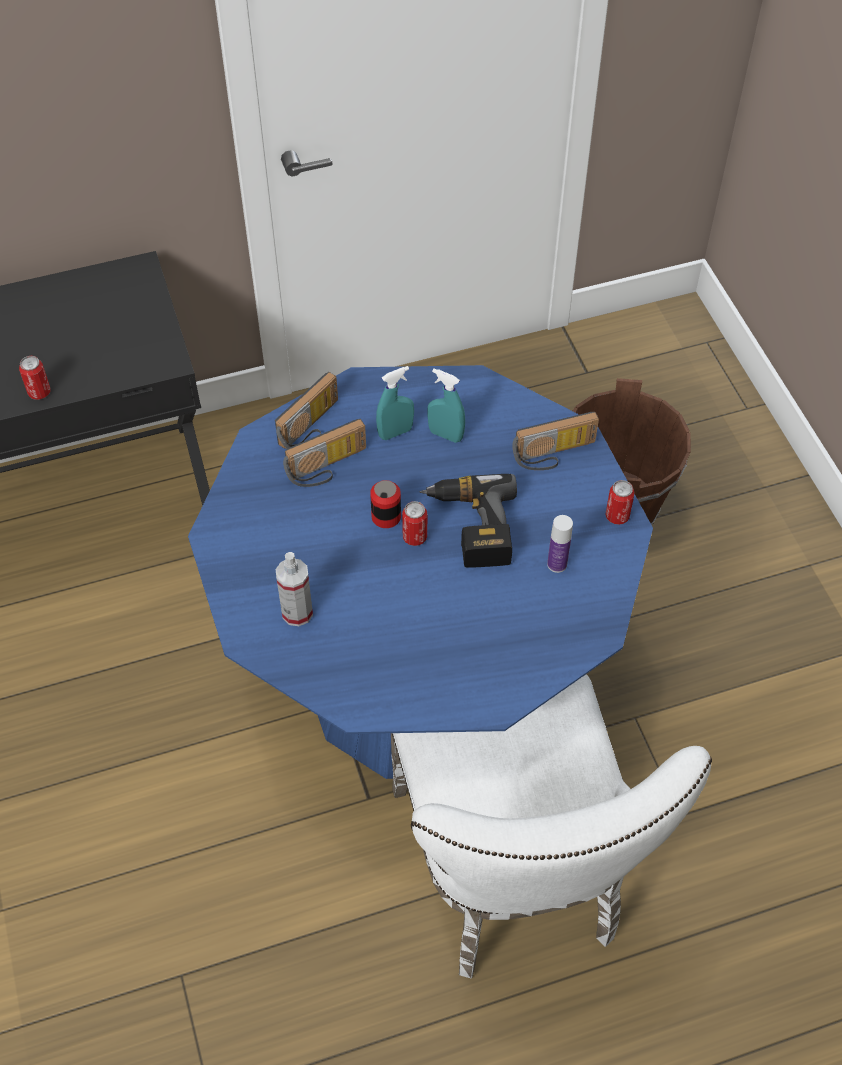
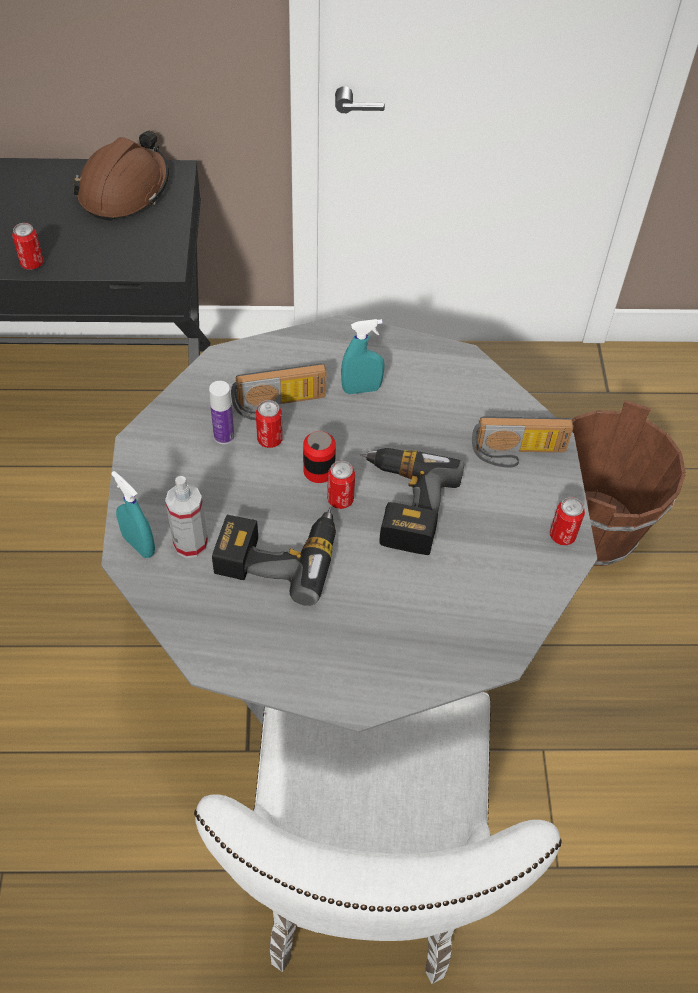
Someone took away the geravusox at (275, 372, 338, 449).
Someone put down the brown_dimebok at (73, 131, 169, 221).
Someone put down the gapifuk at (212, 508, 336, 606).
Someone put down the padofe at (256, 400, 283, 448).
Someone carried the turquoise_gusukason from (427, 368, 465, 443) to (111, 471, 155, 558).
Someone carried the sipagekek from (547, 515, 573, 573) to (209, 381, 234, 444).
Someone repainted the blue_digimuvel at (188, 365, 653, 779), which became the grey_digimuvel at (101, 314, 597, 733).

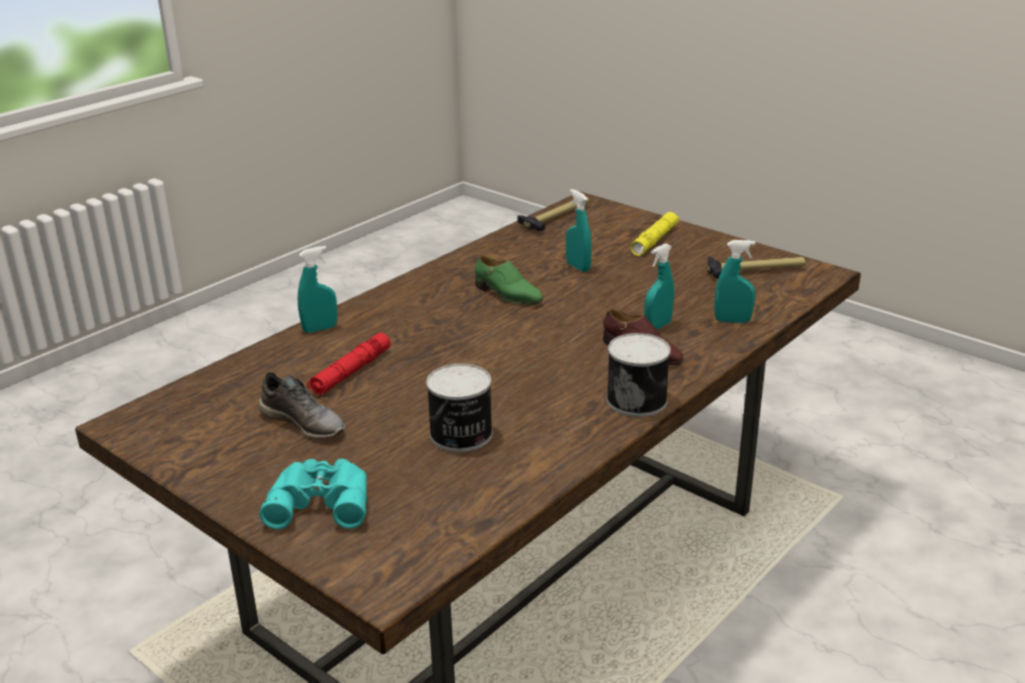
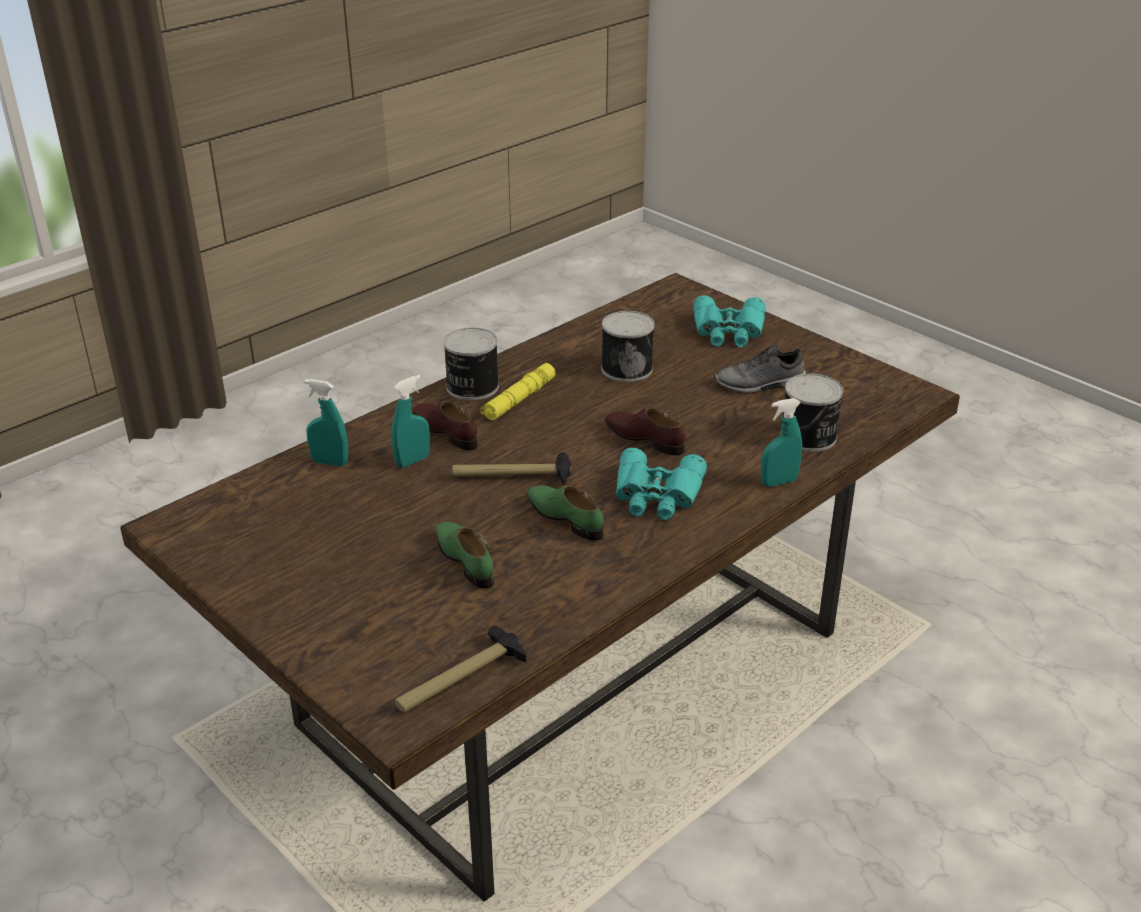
Someone took away the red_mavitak at (307, 333, 391, 395).
Someone put down the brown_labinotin at (605, 407, 685, 455).
Someone put down the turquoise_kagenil at (616, 448, 707, 520).
Someone put down the padofe at (780, 373, 843, 452).
Someone carried the yellow_mavitak from (630, 212, 679, 256) to (480, 363, 556, 421).
Someone carried the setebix from (707, 256, 806, 279) to (452, 452, 571, 485).
Someone swapped the turquoise_gusukason at (566, 189, 592, 272) for the green_labinotin at (436, 522, 494, 588).
Someone rotated the grey_labinotin at (259, 372, 345, 439) by 45 degrees counterclockwise.

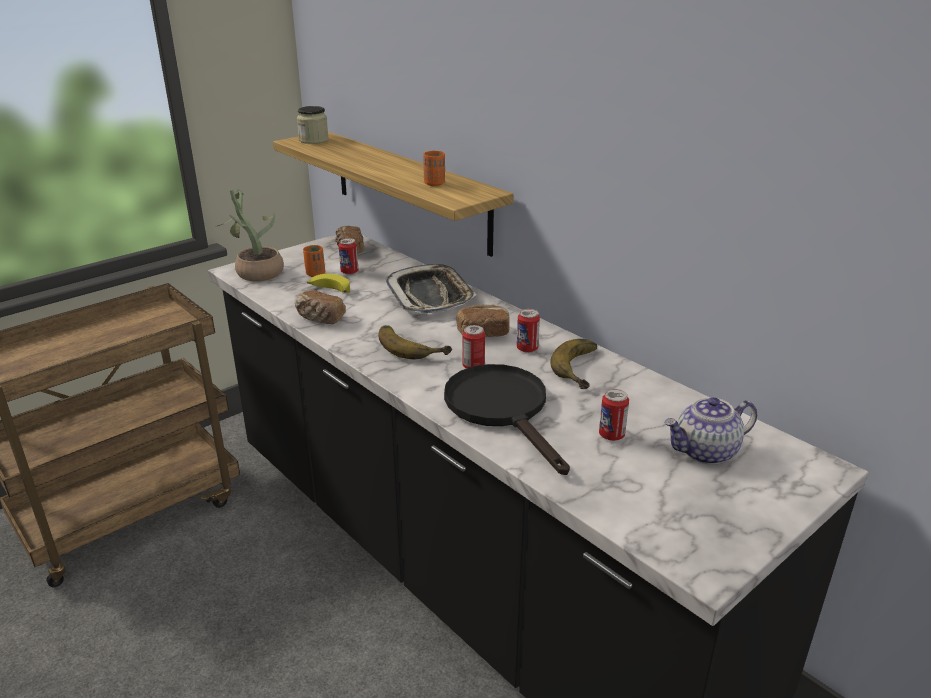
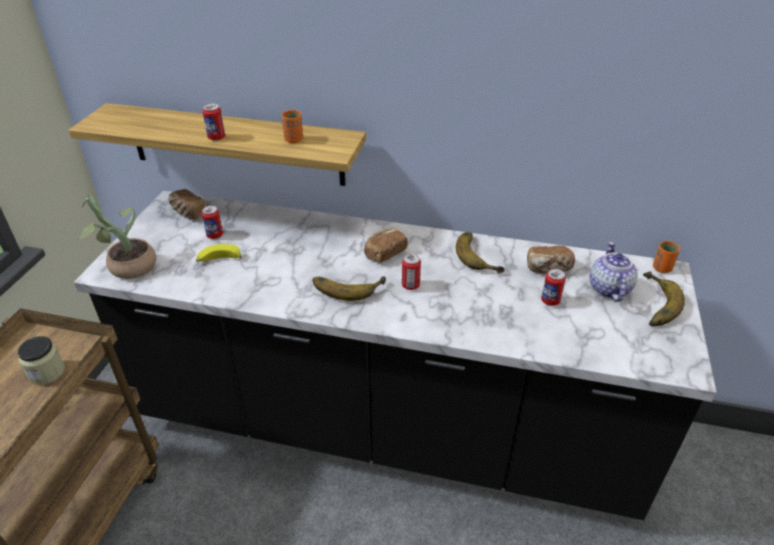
Someone took away the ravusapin at (385, 264, 477, 315).
Someone took away the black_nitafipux at (444, 364, 570, 475).
Someone put down the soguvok at (643, 272, 685, 327).
Someone carried the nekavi from (295, 290, 346, 324) to (527, 245, 575, 274).
Someone carried the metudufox from (297, 106, 329, 144) to (17, 336, 65, 385).
Someone carried the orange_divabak from (303, 245, 325, 277) to (653, 241, 680, 273).
Someone carried the padofe from (517, 309, 540, 353) to (202, 104, 225, 141).
Someone rotated the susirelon at (664, 397, 757, 465) by 150 degrees clockwise.

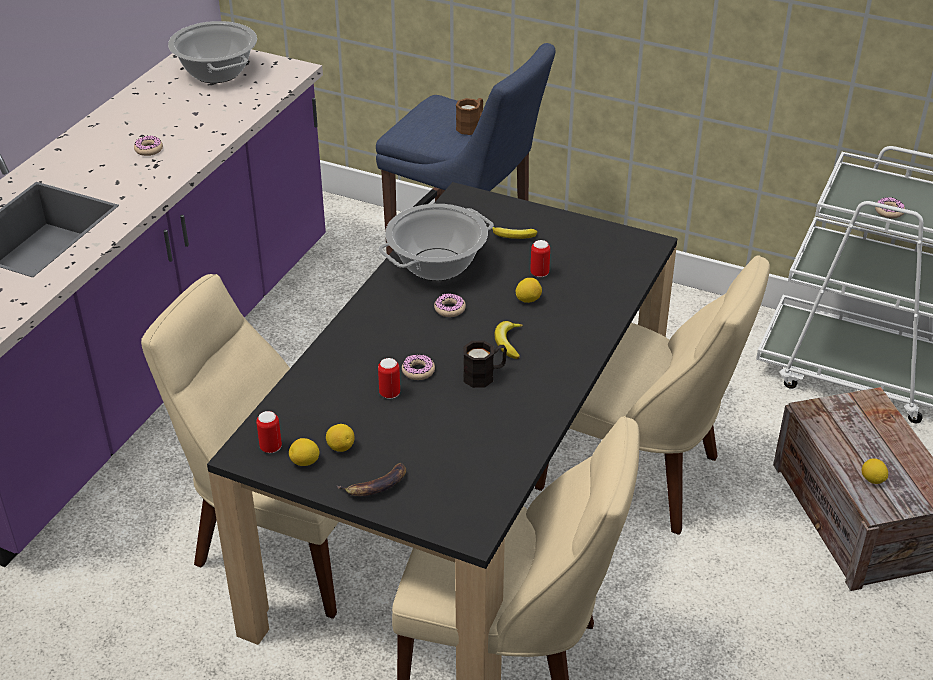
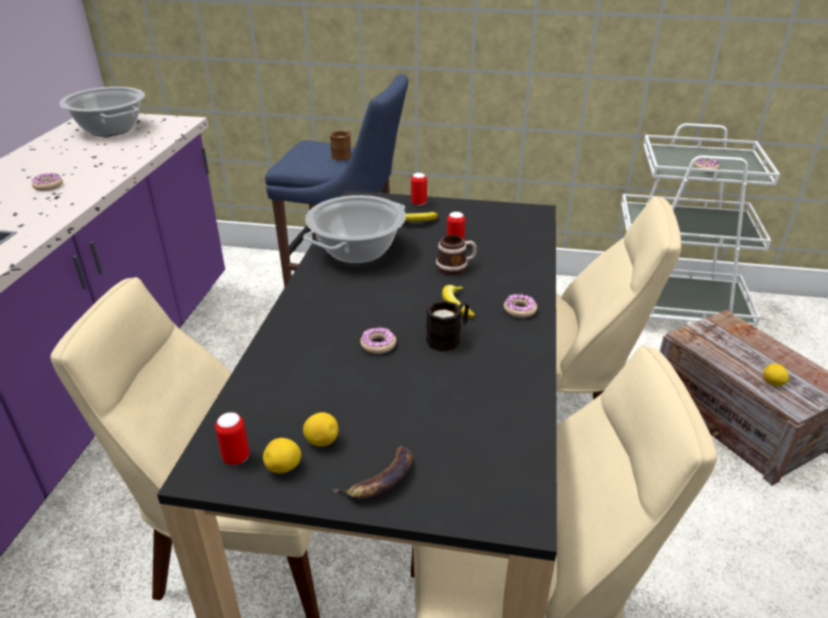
Someone carried the padofe from (378, 358, 400, 399) to (411, 173, 427, 206).
Someone carried the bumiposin from (434, 293, 466, 317) to (504, 294, 537, 318).
Someone swapped the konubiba at (515, 278, 542, 303) for the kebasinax at (436, 235, 476, 275).

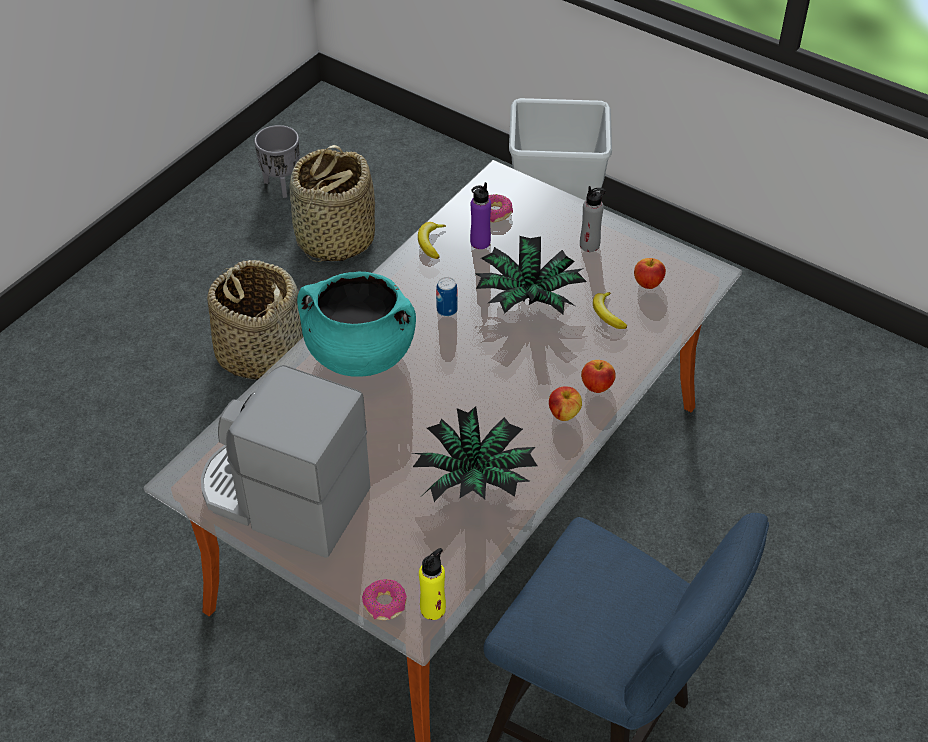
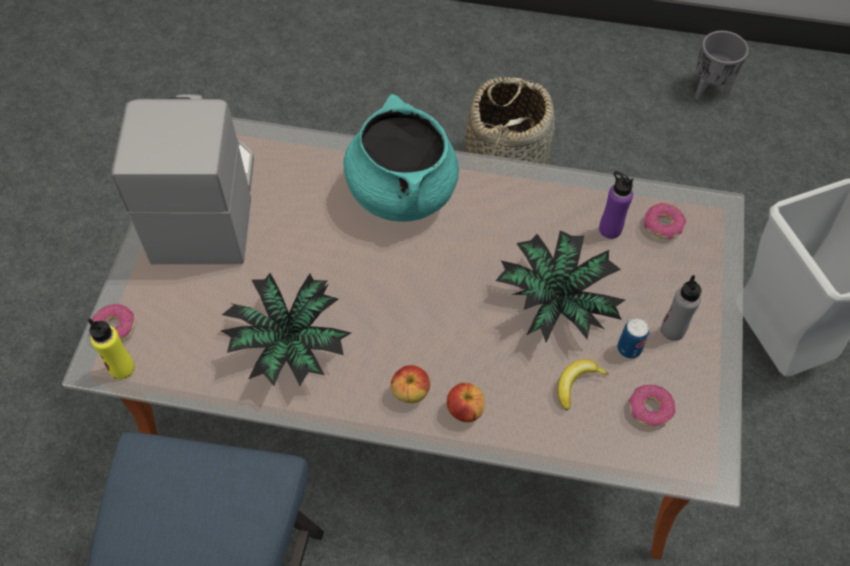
Someone took away the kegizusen at (290, 145, 375, 262).
Someone took away the soguvok at (418, 222, 446, 259).
Someone carried the padofe from (436, 277, 458, 317) to (617, 318, 649, 359).
Someone swapped the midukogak at (634, 258, 666, 289) for the bumiposin at (629, 384, 675, 428).

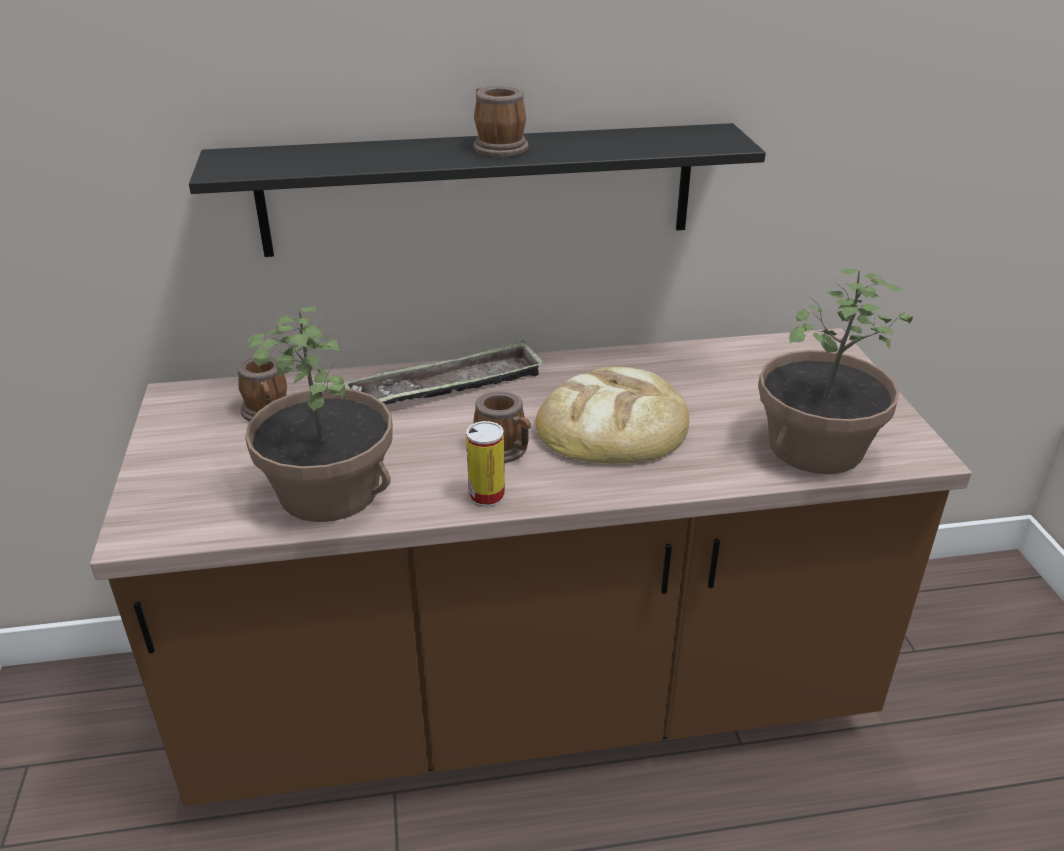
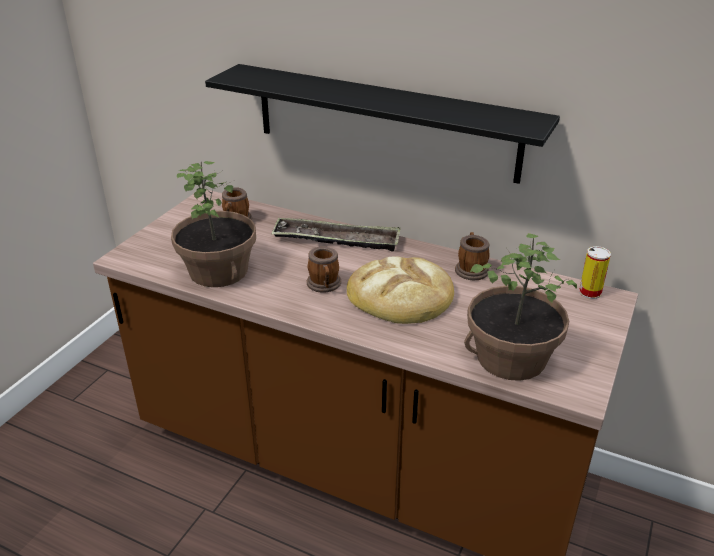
Someone carried the padofe from (466, 421, 505, 507) to (579, 246, 611, 299).
Someone carried the kebasinax from (473, 86, 529, 157) to (455, 232, 490, 280).

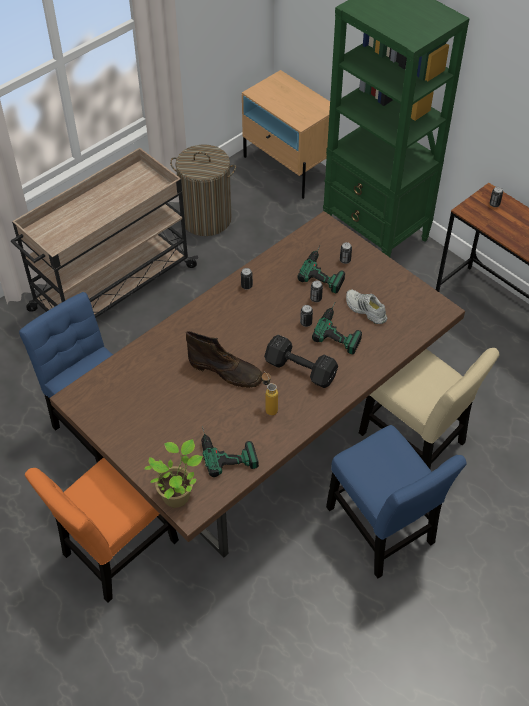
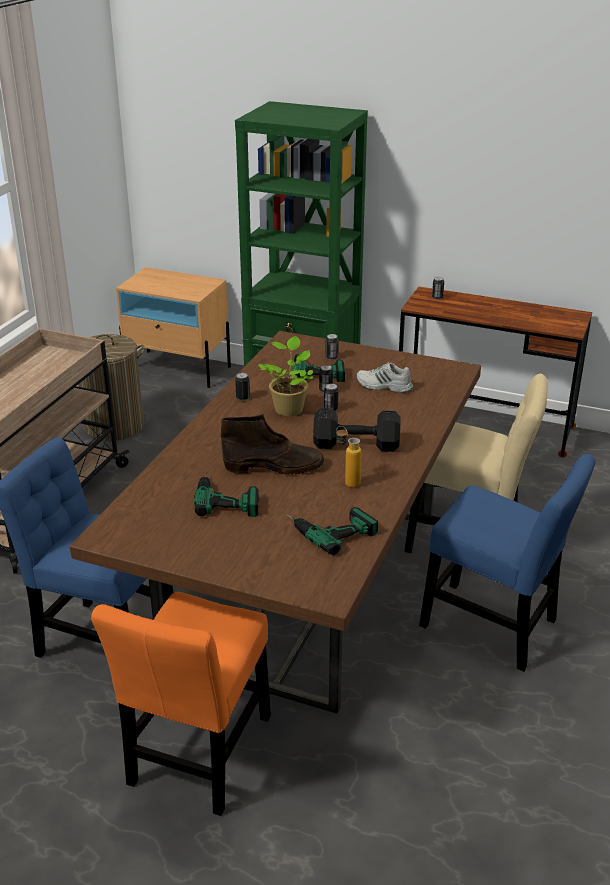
Someone carried the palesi from (145, 439, 203, 508) to (258, 336, 313, 416).
Someone carried the gapifuk from (312, 303, 362, 354) to (194, 471, 259, 517).

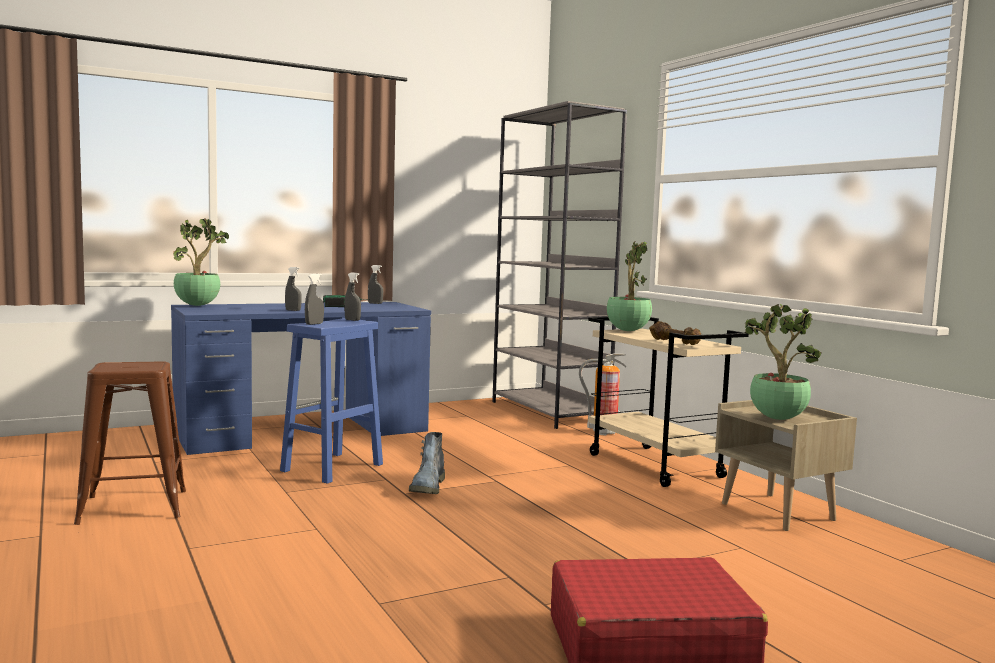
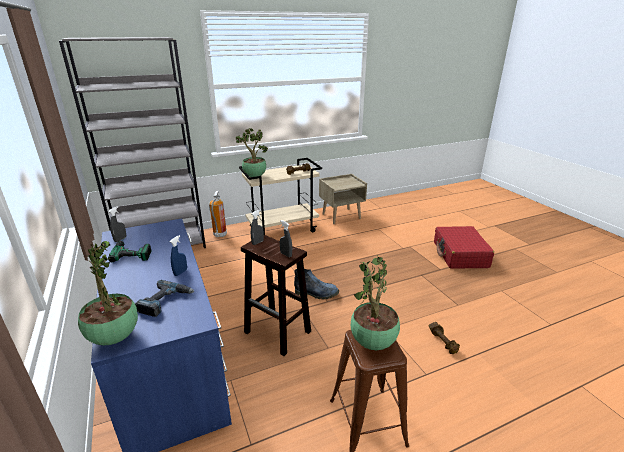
Someone put down the gapifuk at (135, 280, 194, 317).
Someone put down the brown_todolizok at (428, 322, 460, 354).
Someone carried the palesi from (745, 304, 822, 420) to (351, 255, 400, 350).
Someone repainted the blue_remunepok at (280, 318, 383, 484), which became the brown_remunepok at (241, 235, 311, 356).
Someone repainted the grey_gusukason at (285, 267, 302, 311), which became the blue_gusukason at (170, 235, 187, 276).

